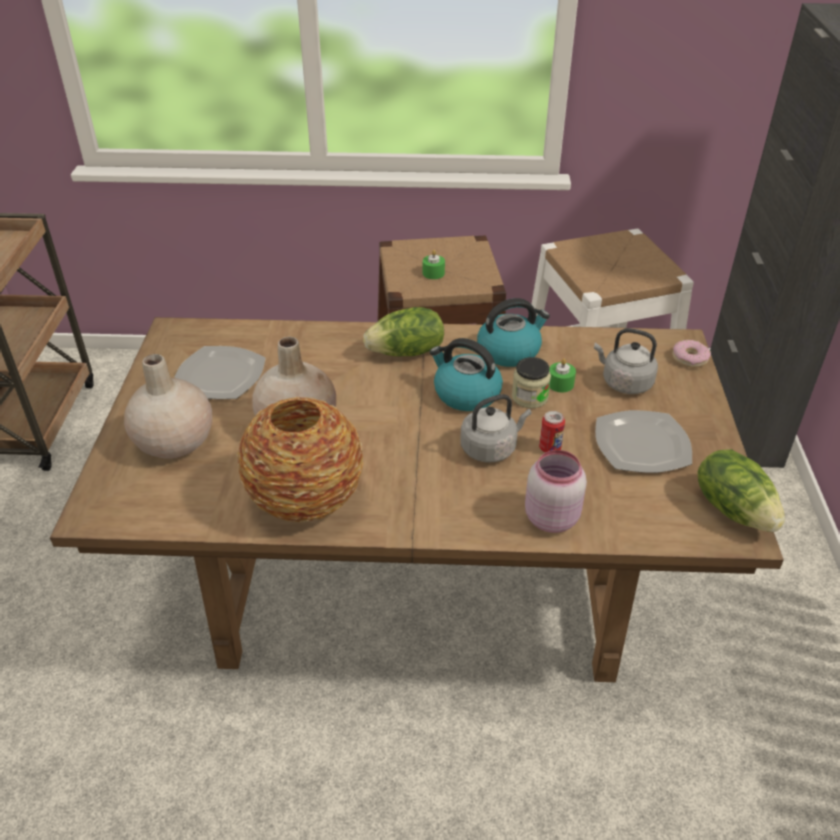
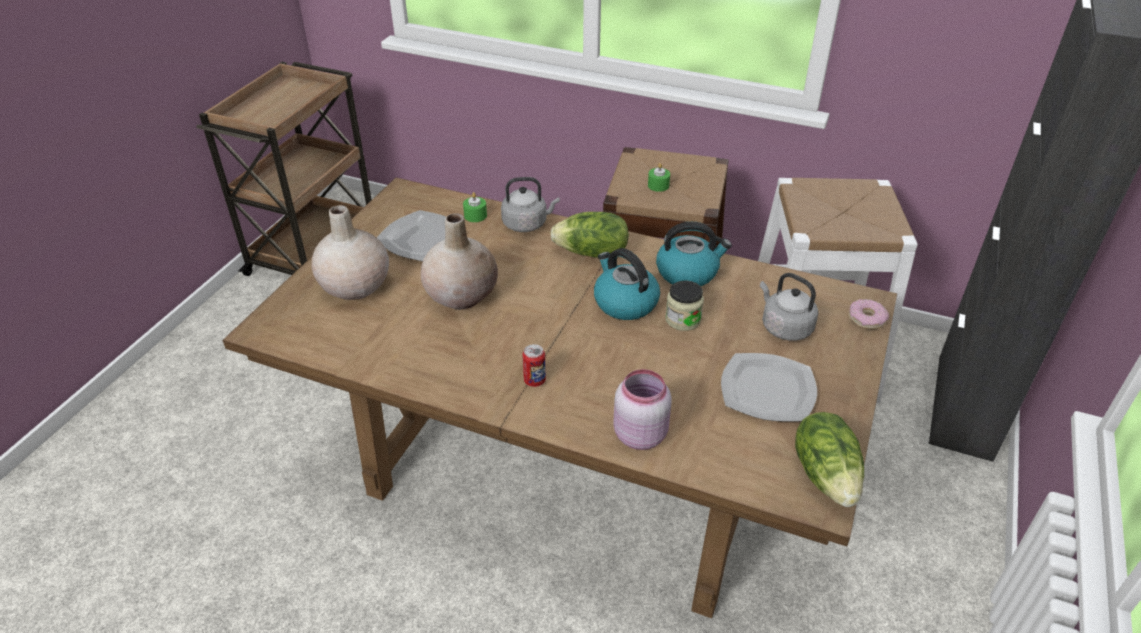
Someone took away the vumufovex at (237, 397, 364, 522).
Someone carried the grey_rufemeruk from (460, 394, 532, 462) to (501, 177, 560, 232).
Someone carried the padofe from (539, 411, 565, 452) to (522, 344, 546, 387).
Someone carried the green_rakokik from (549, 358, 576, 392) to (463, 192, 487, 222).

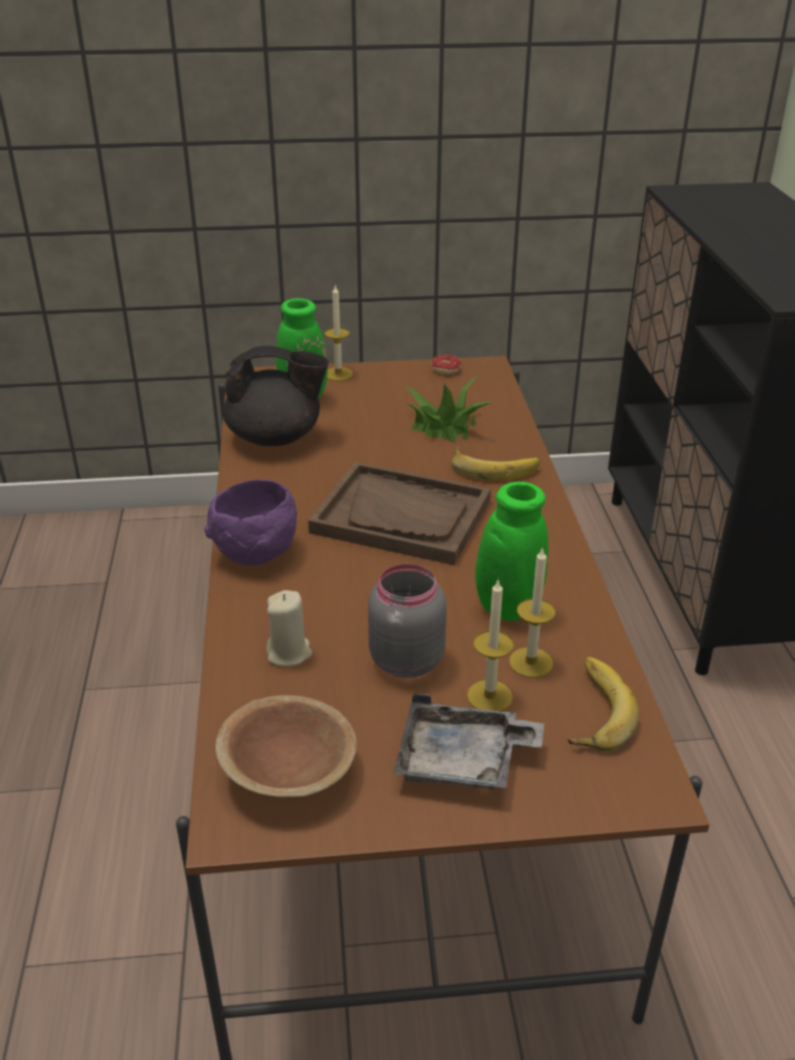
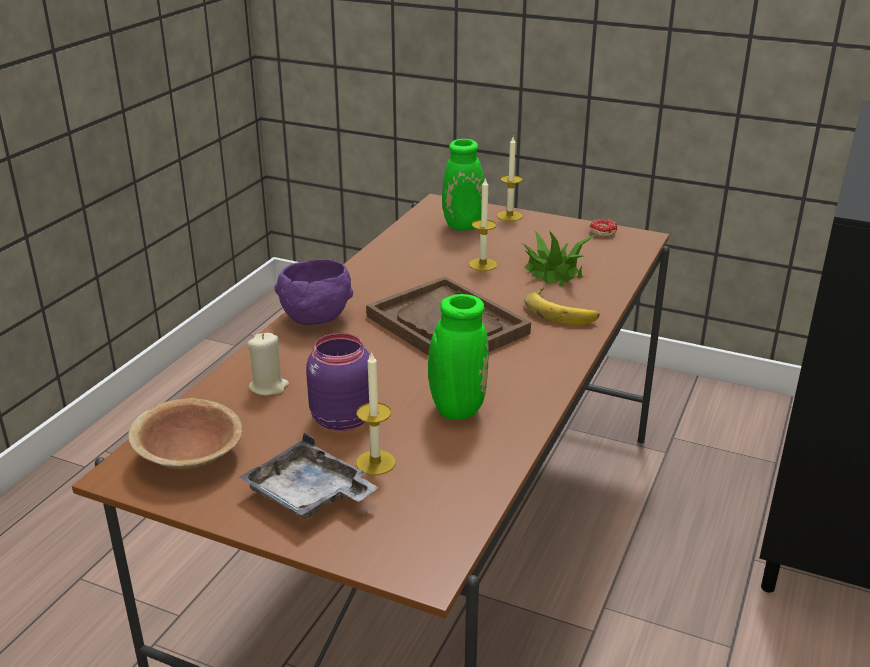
Someone took away the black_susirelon at (223, 346, 329, 446).
Someone took away the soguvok at (568, 657, 639, 752).
Someone carried the rakokik from (509, 547, 556, 678) to (469, 177, 497, 271).
Someone repainted the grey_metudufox at (368, 564, 447, 678), which became the purple_metudufox at (306, 333, 370, 431).

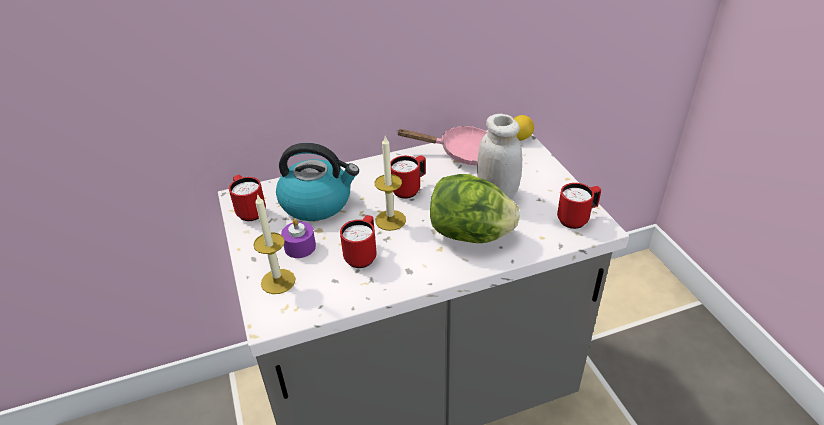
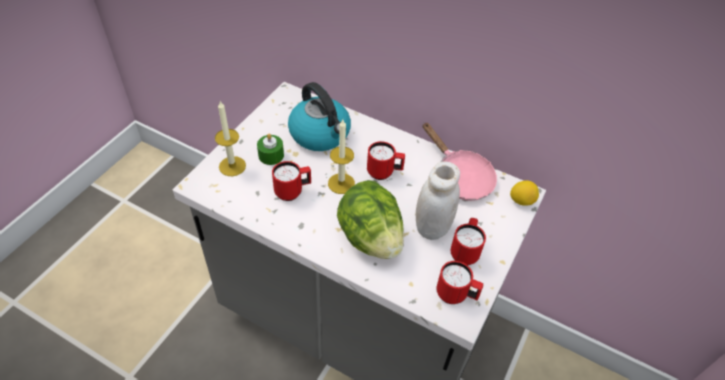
Someone carried the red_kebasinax from (229, 175, 266, 221) to (450, 218, 486, 265).
Someone repainted the purple_rakokik at (281, 218, 316, 258), which became the green_rakokik at (257, 134, 284, 165).

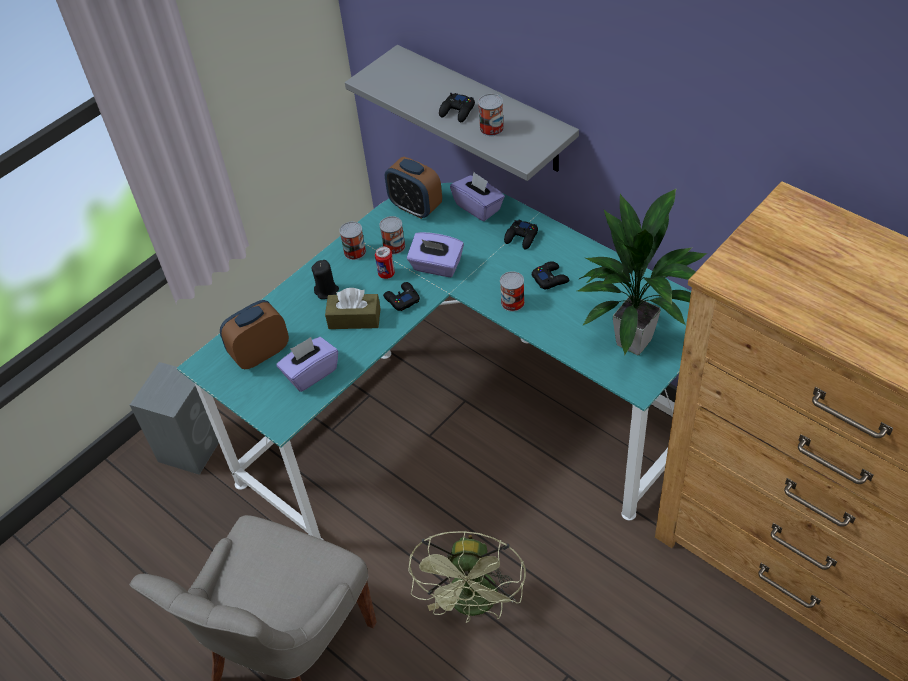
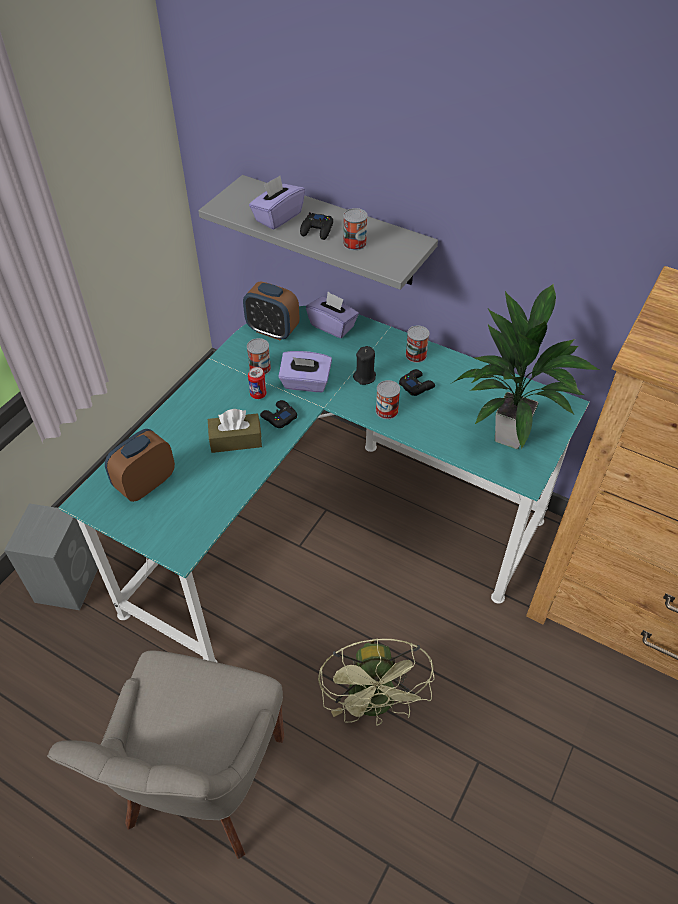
Someone took away the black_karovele at (504, 220, 538, 249).
Someone carried the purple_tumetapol from (276, 337, 338, 392) to (249, 176, 305, 230).
Someone carried the black_rakokik from (311, 260, 339, 299) to (353, 346, 376, 385).
Someone carried the padofe from (339, 222, 366, 260) to (406, 326, 430, 363).

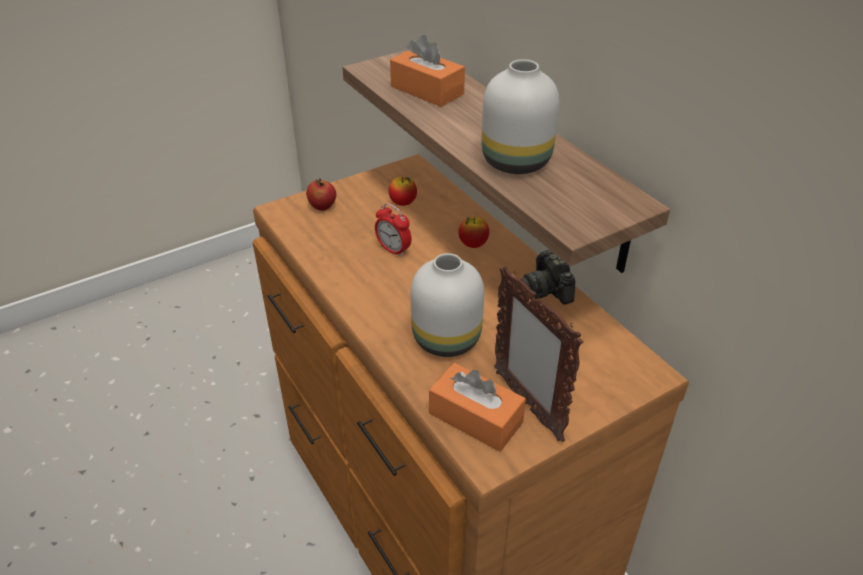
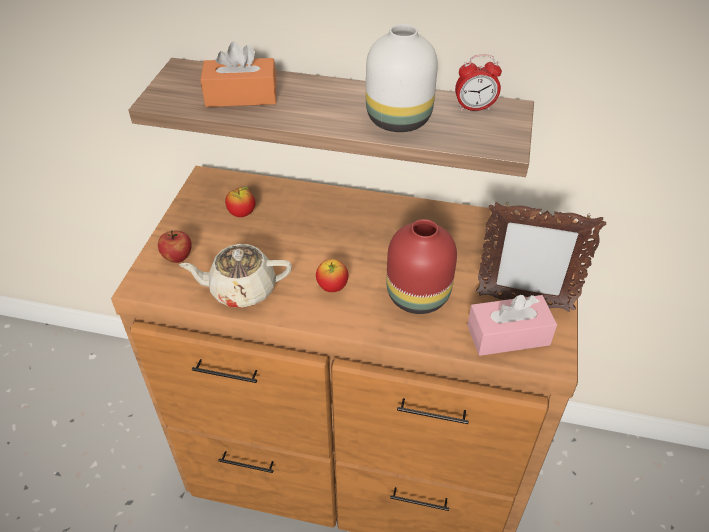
Someone took away the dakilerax at (520, 250, 575, 305).
Someone put down the beige_susirelon at (179, 244, 292, 308).
Someone carried the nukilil from (375, 203, 411, 257) to (455, 54, 502, 111).
Someone carried the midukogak from (458, 216, 489, 248) to (316, 259, 348, 292).
Someone repainted the white_vumufovex at (411, 253, 484, 357), which became the red_vumufovex at (386, 219, 457, 314).
Someone repainted the orange_tumetapol at (429, 363, 526, 452), which became the pink_tumetapol at (467, 295, 557, 356).

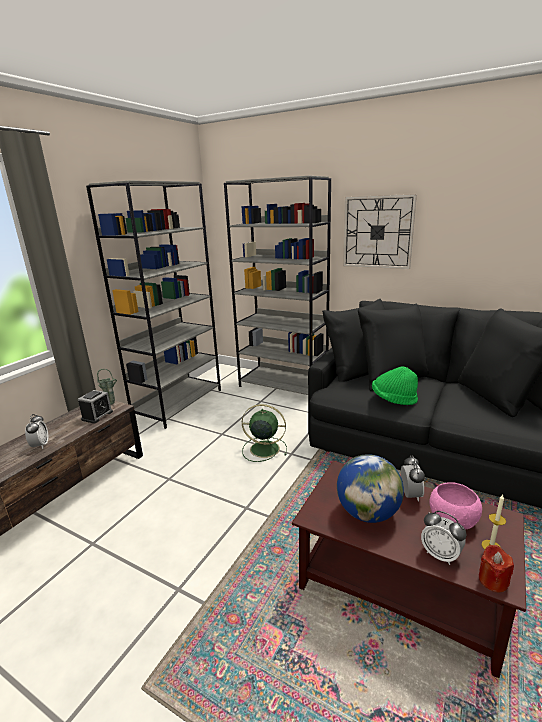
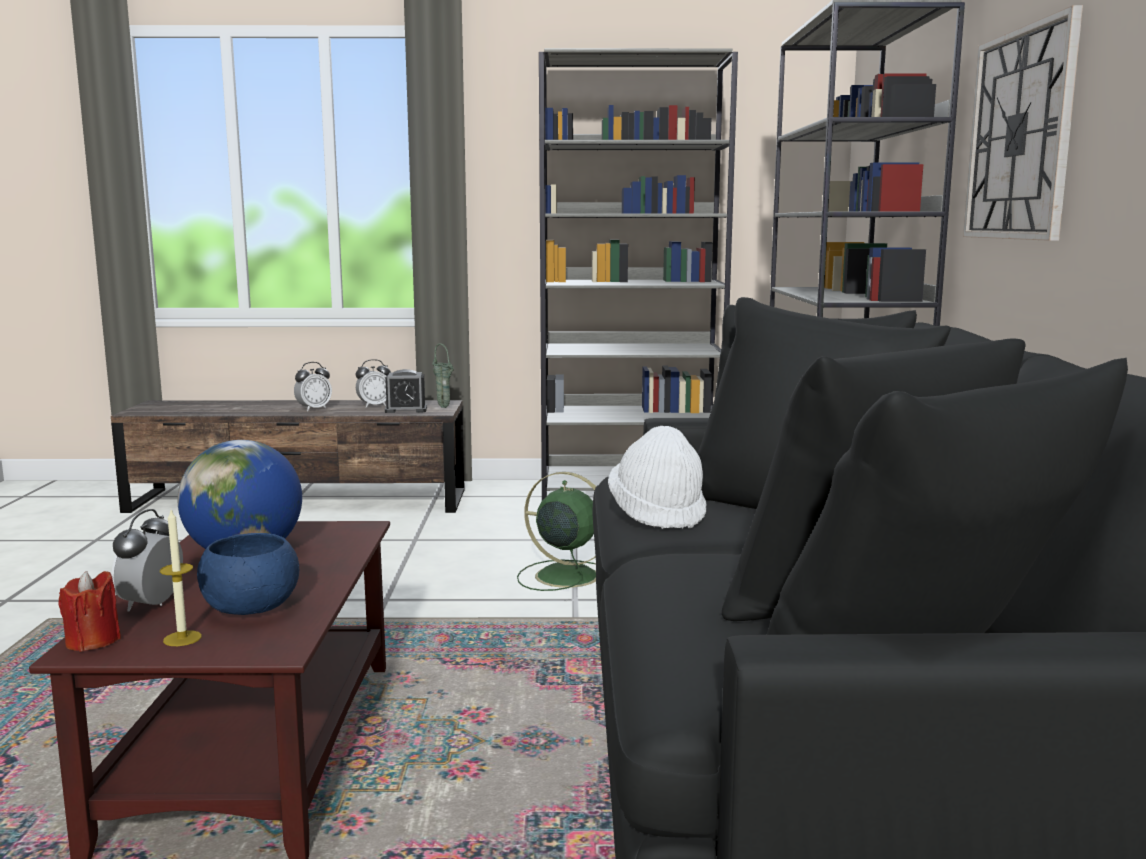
Someone carried the nukilil from (401, 455, 425, 502) to (356, 359, 391, 408).
Someone repainted the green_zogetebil at (372, 366, 418, 405), which became the white_zogetebil at (608, 426, 706, 529).
Someone repainted the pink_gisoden at (429, 482, 482, 530), which became the blue_gisoden at (197, 533, 299, 615).
Someone rotated the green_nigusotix at (242, 404, 287, 462) by 45 degrees counterclockwise.

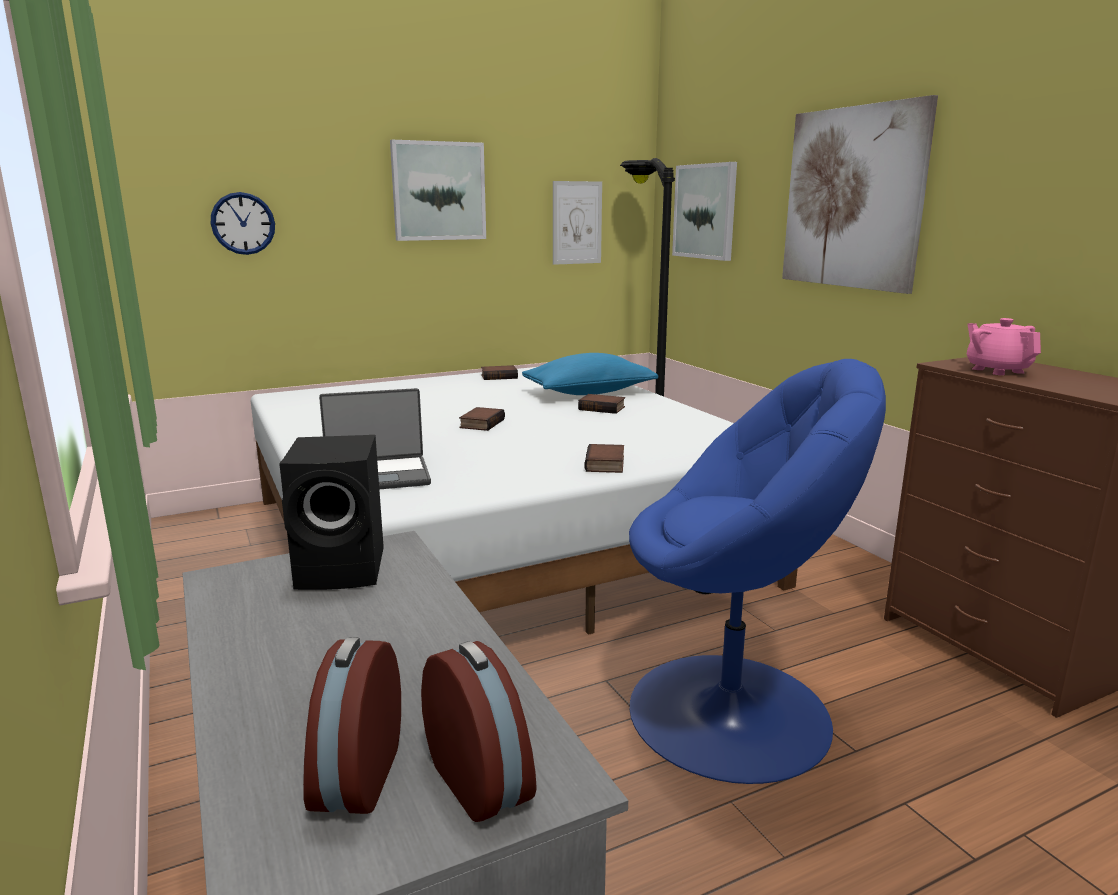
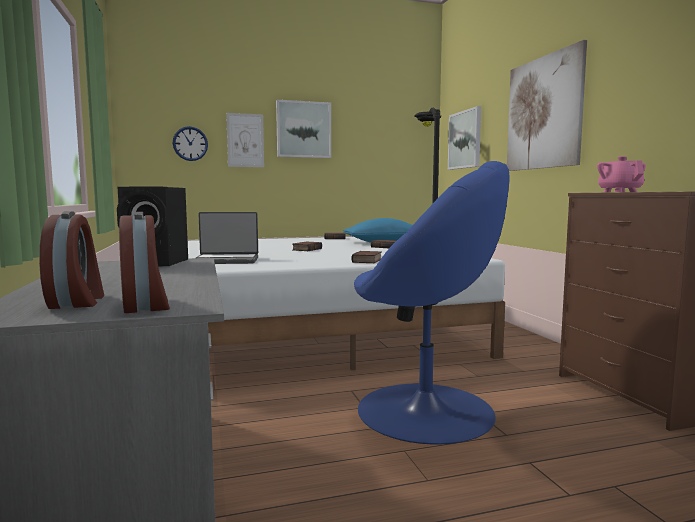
Someone carried the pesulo from (553, 181, 602, 265) to (226, 113, 264, 167).
Someone rotated the nukilil at (303, 637, 401, 814) by 150 degrees clockwise.

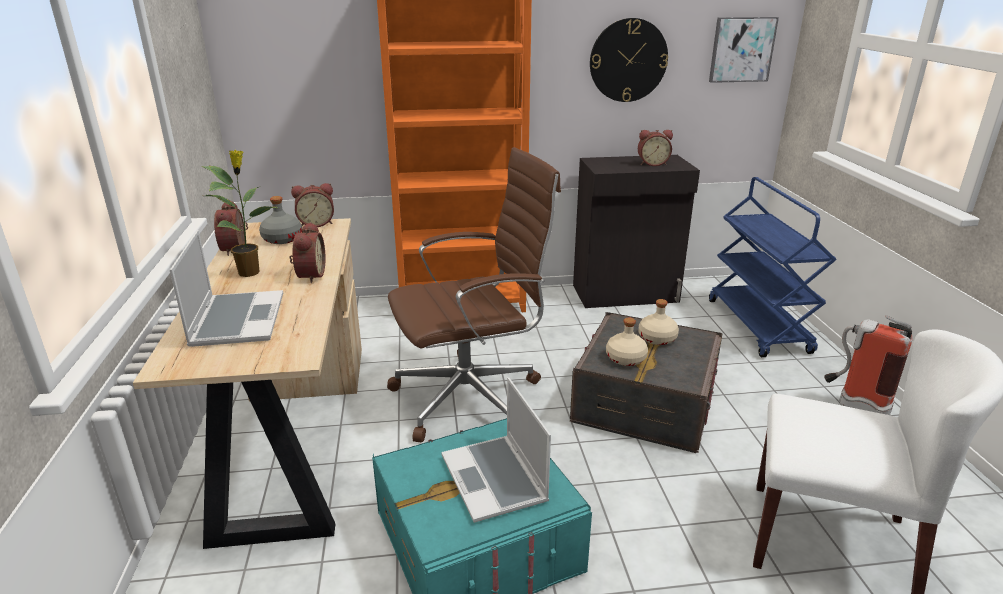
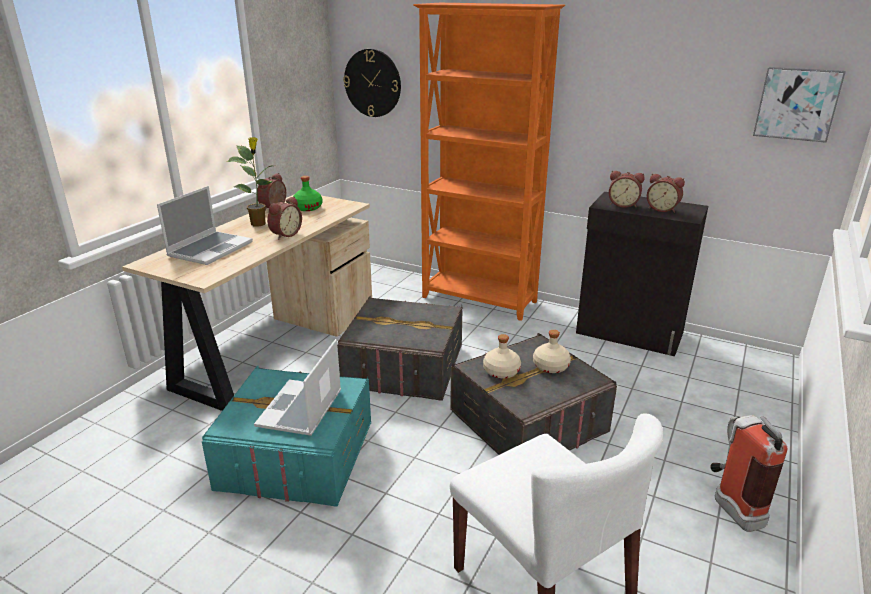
Someone took away the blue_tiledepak at (709, 177, 837, 357).
Someone carried the nukilil from (291, 183, 334, 227) to (609, 171, 645, 208).
Someone carried the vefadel from (590, 18, 668, 102) to (343, 49, 401, 117).
Someone swapped the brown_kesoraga at (387, 147, 561, 442) for the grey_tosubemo at (337, 296, 463, 401).
Someone repainted the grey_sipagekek at (259, 196, 302, 244), which became the green_sipagekek at (293, 176, 323, 211).

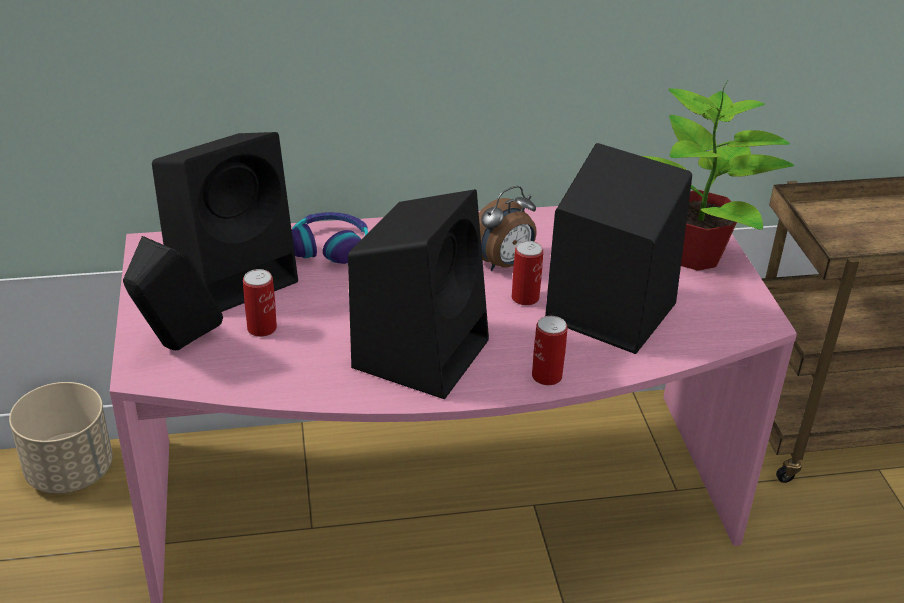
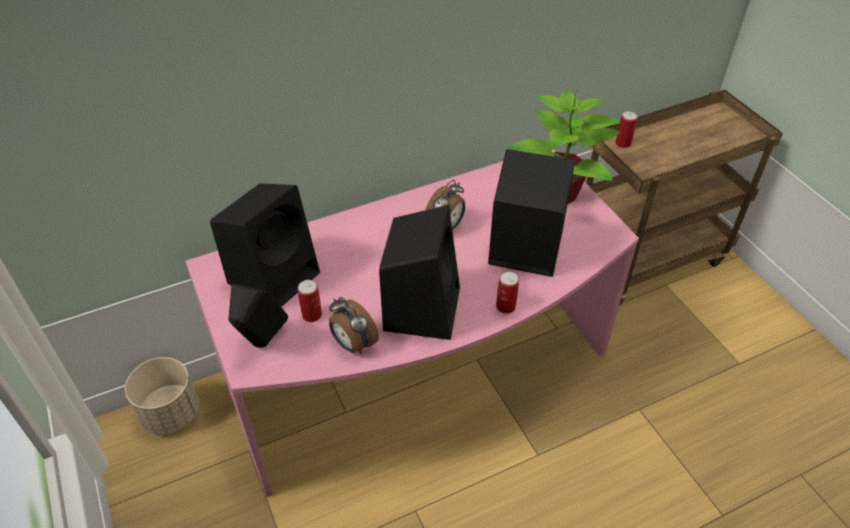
Someone took away the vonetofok at (292, 212, 368, 264).
Someone put down the nukilil at (329, 297, 379, 354).
Someone carried the padofe from (512, 241, 543, 306) to (615, 111, 638, 148).

